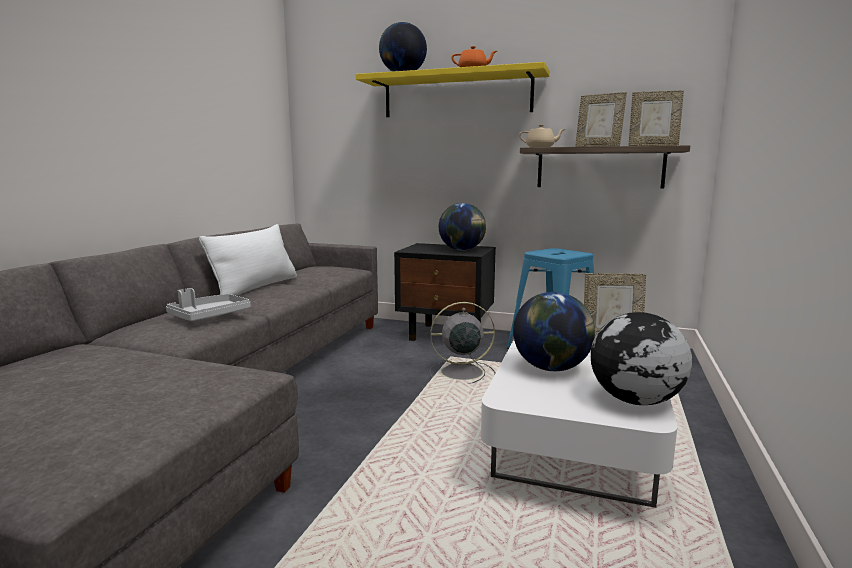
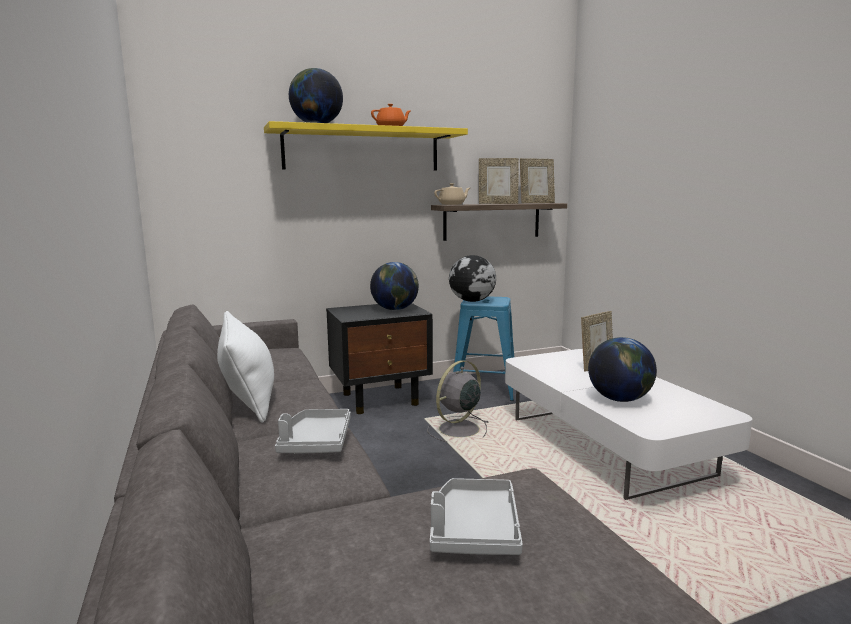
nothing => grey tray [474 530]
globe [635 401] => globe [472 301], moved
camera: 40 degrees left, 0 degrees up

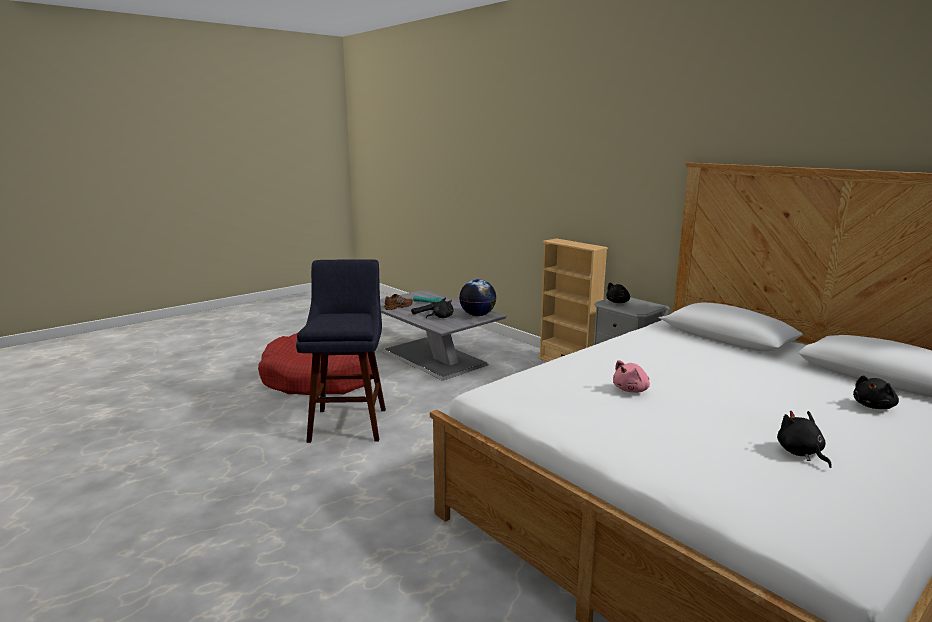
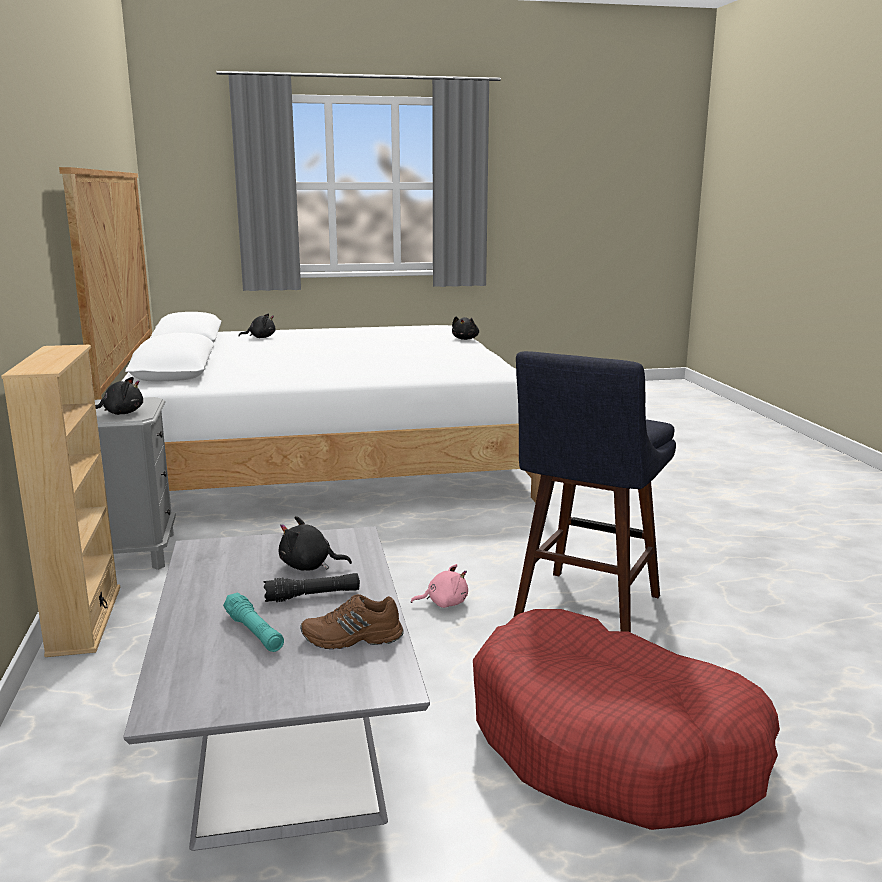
globe [477 315] => nothing
pink plush toy [631 390] => pink plush toy [444 603], moved
black plush toy [800 453] => black plush toy [465 339], moved
camera: 150 degrees left, 0 degrees up

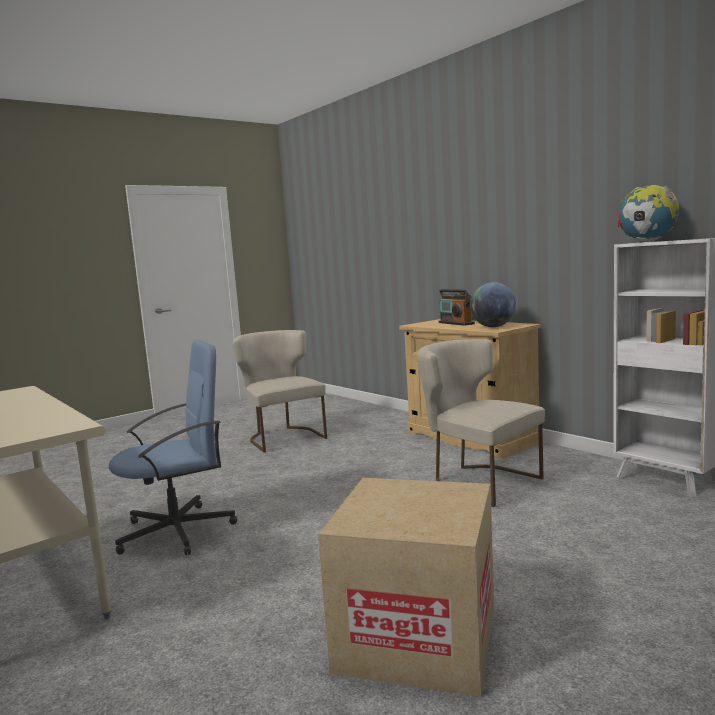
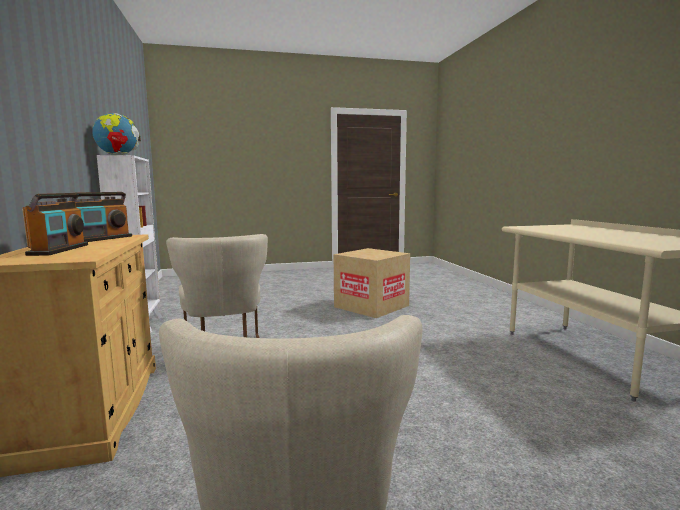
blue office chair [178 531] => nothing
globe [493 327] => radio [102 239]
camera: 155 degrees left, 0 degrees up

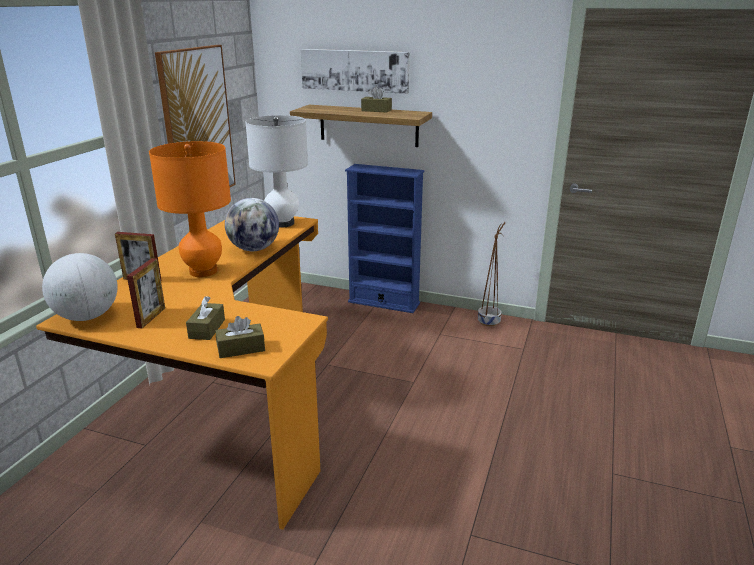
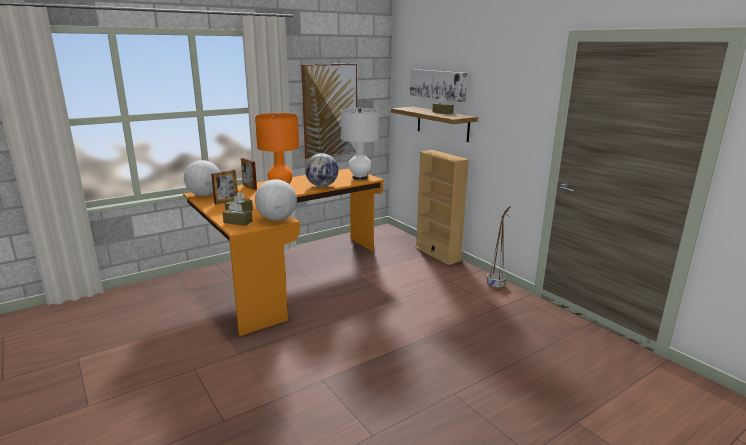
nothing => globe [277 219]
blue bookcase [384 302] => beige bookcase [437 254]
camera: 35 degrees right, 5 degrees down

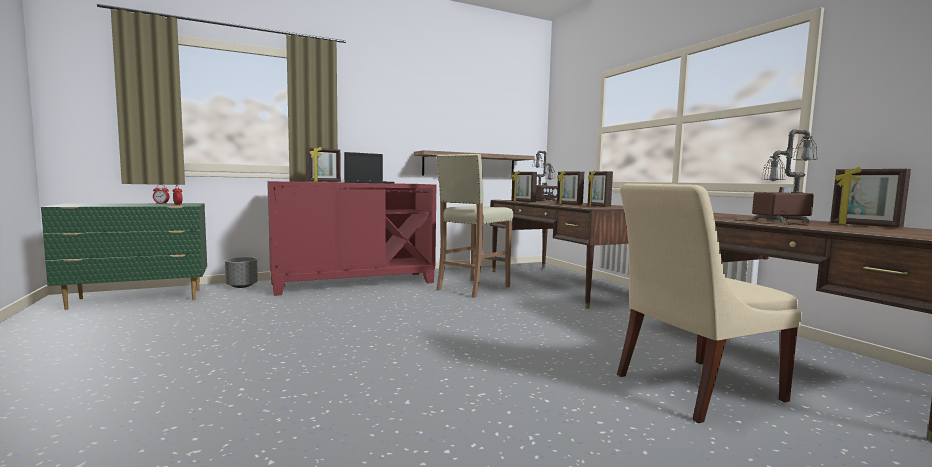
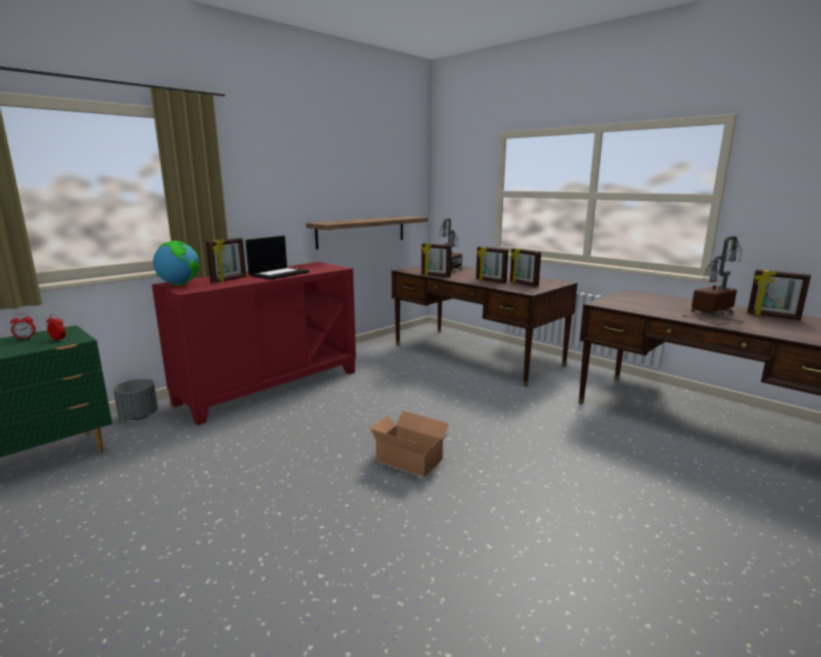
beige stool [472 288] => nothing
beige chair [691 388] => nothing
nothing => globe [179 284]
nothing => cardboard box [409 458]
camera: 20 degrees left, 10 degrees up

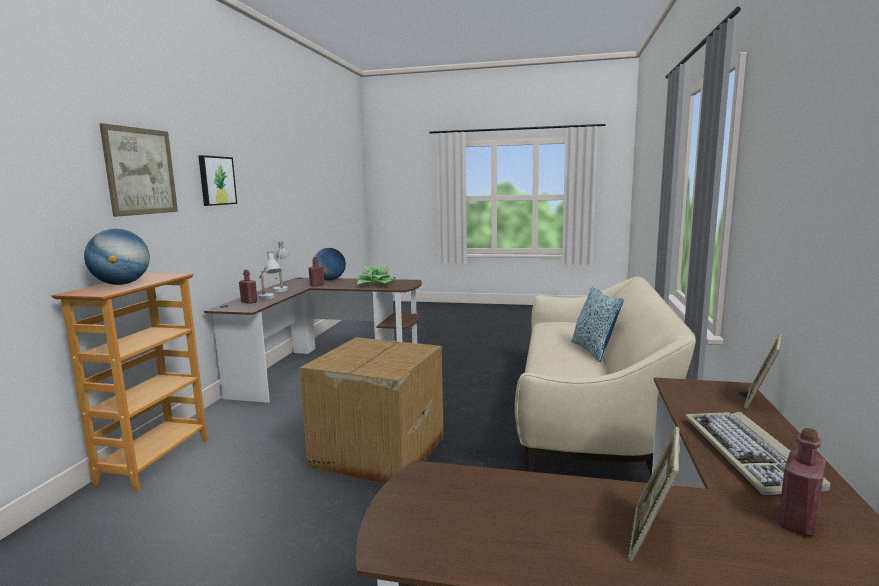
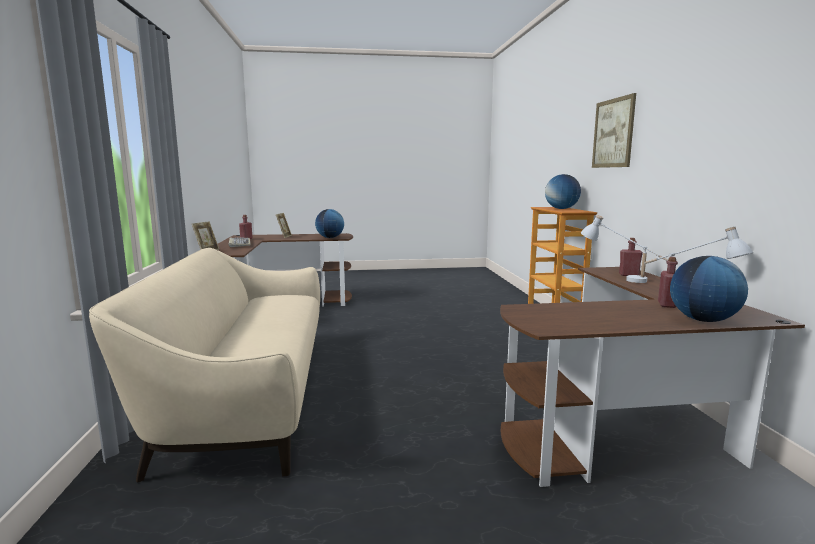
picture [216 180] => nothing
cardboard box [376 451] => nothing
potted plant [376 284] => nothing
pillow [593 351] => nothing
nothing => globe [330 237]
camera: 160 degrees right, 0 degrees up

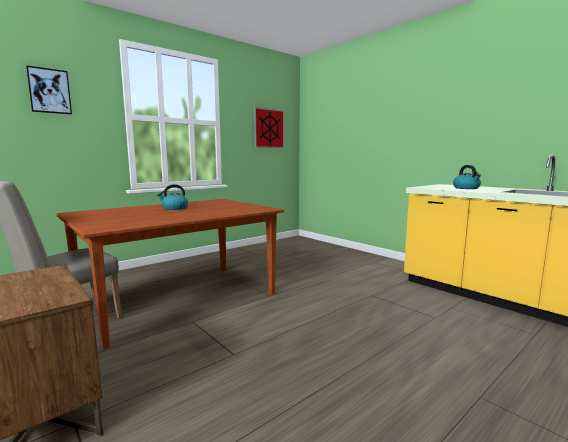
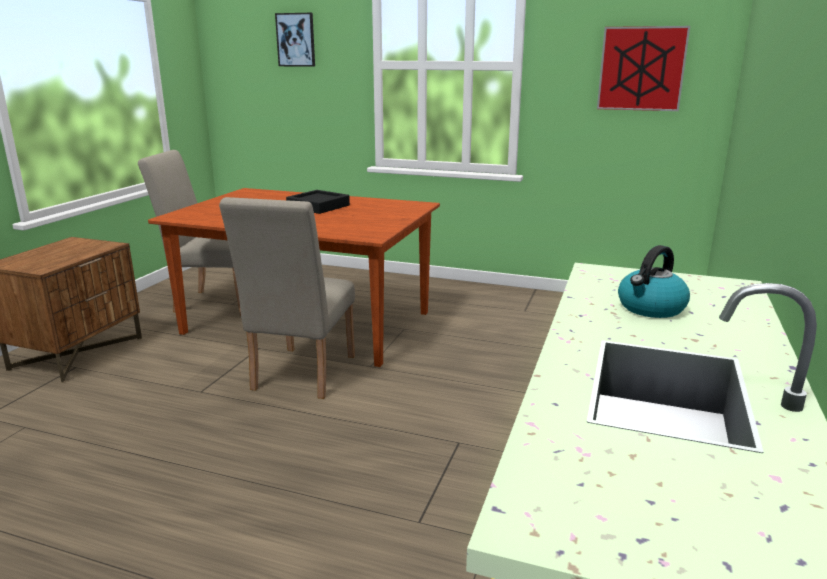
nothing => beige chair [300 376]
kettle [174 208] => black tray [318 206]
camera: 60 degrees right, 10 degrees up

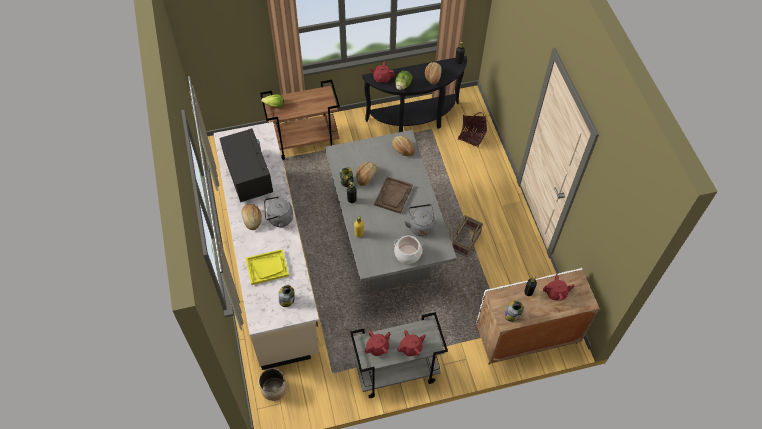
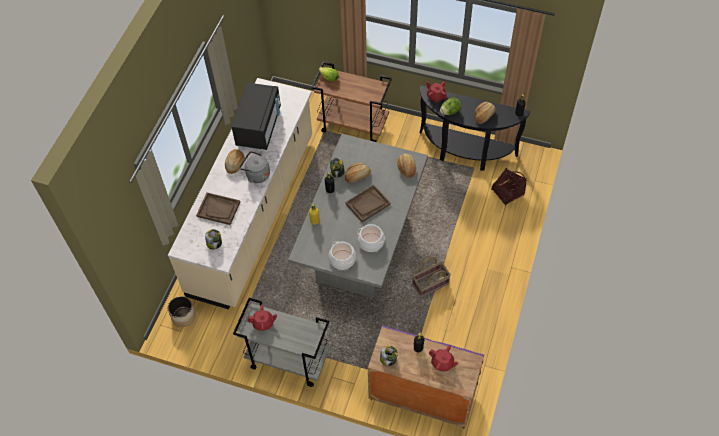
red teapot [411 348] => nothing
grey kettle [420 226] => cooking pot [371 242]
yellow tray [267 267] => brown tray [218 209]
white cabinet [526 337] => purple cabinet [421 396]
camera: 35 degrees right, 0 degrees up

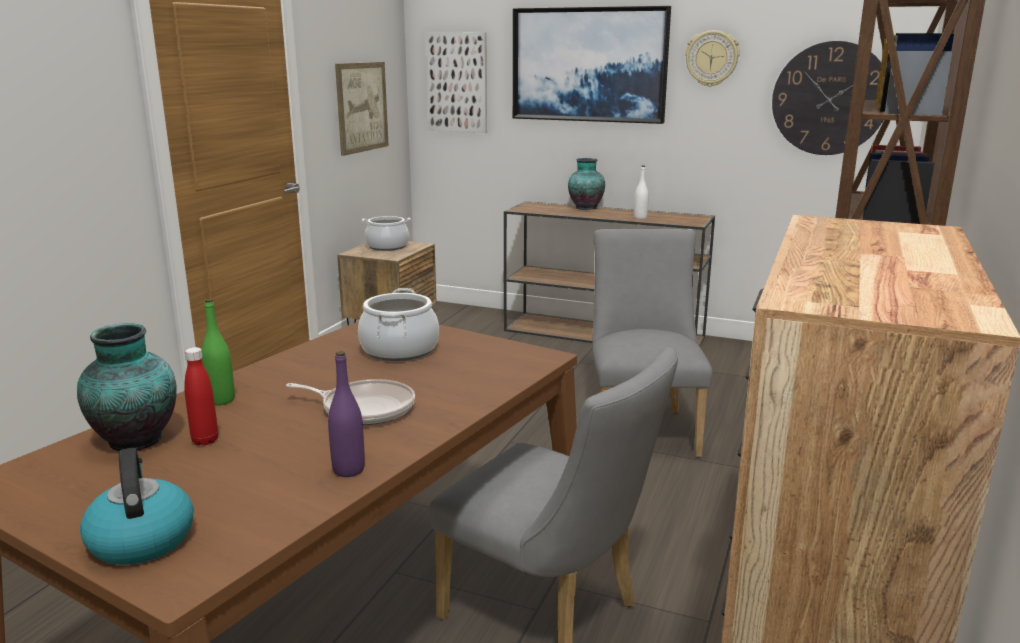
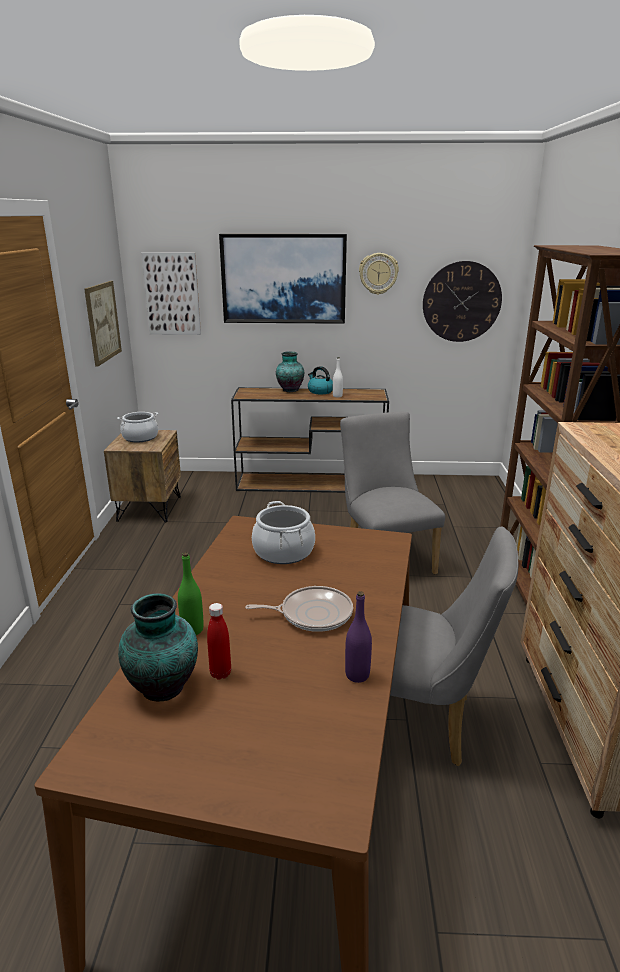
kettle [141 539] => kettle [320 391], moved
camera: 20 degrees left, 5 degrees up

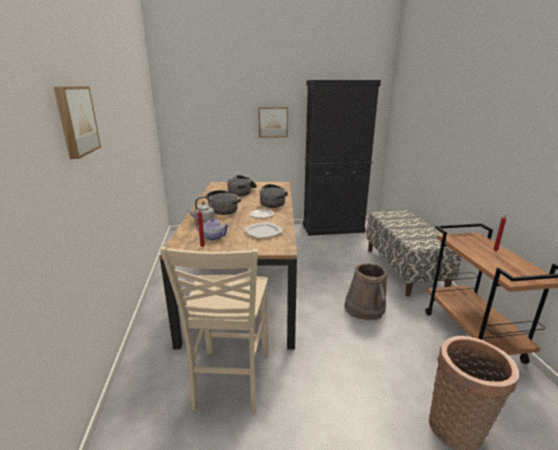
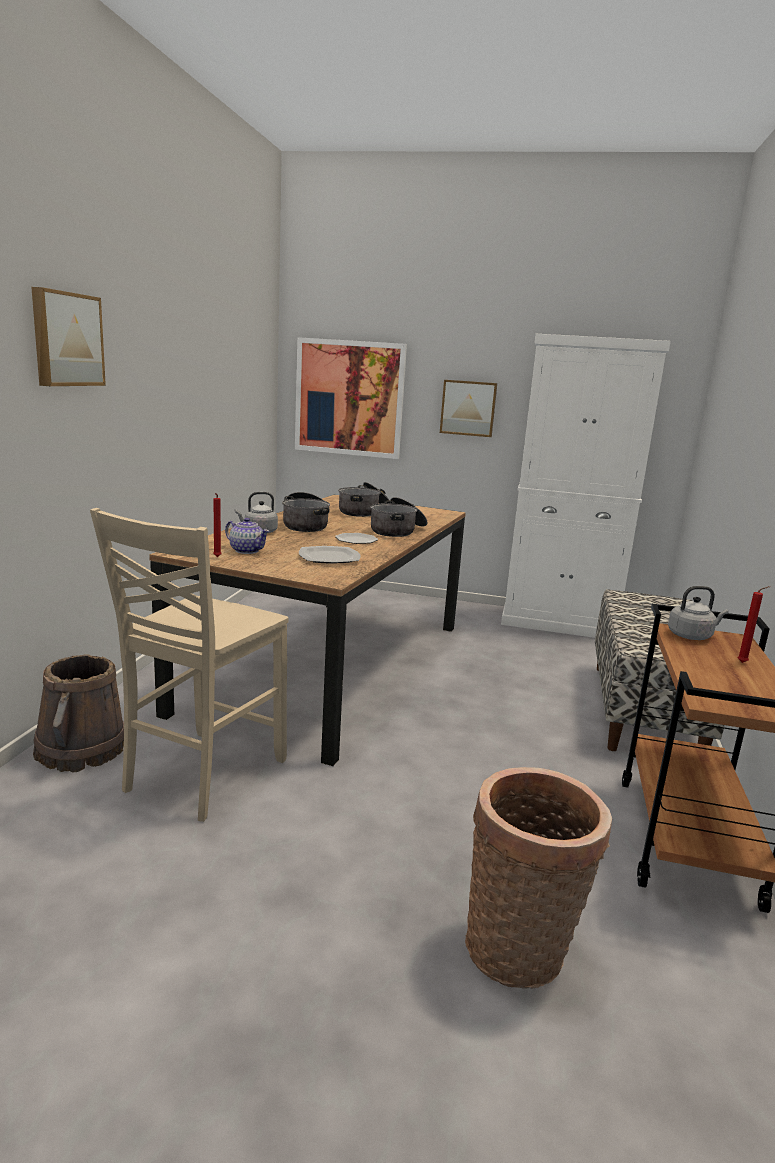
nothing => picture [349 398]
nothing => grey kettle [691 636]
brown bucket [364 308] => brown bucket [81 750], moved
black cabinet [333 228] => white cabinet [558 623]
camera: 20 degrees right, 5 degrees down

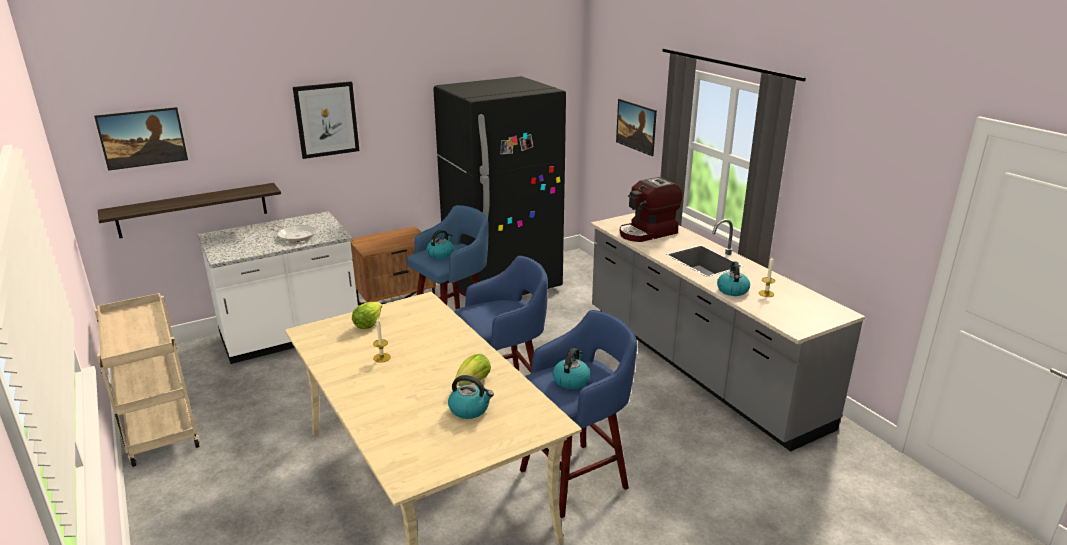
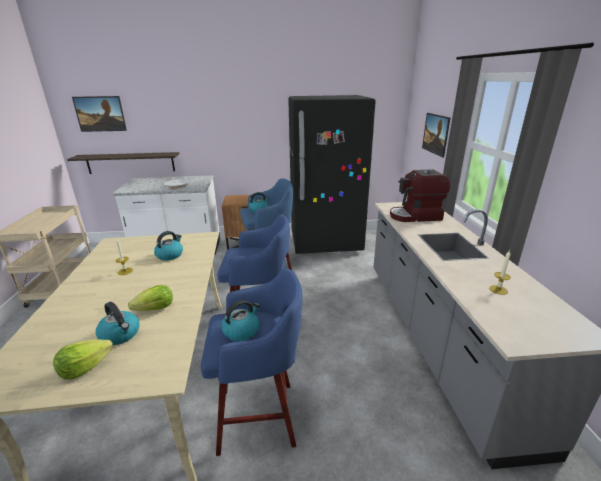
picture [326 119] => nothing
lettuce [368 324] => lettuce [85 368], moved
kettle [732 290] => kettle [170 255], moved
camera: 25 degrees right, 0 degrees up

